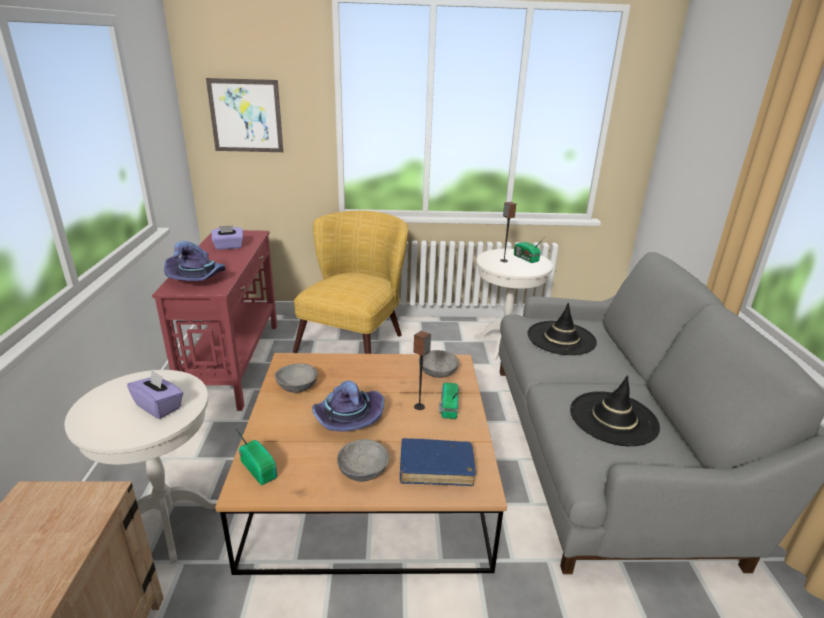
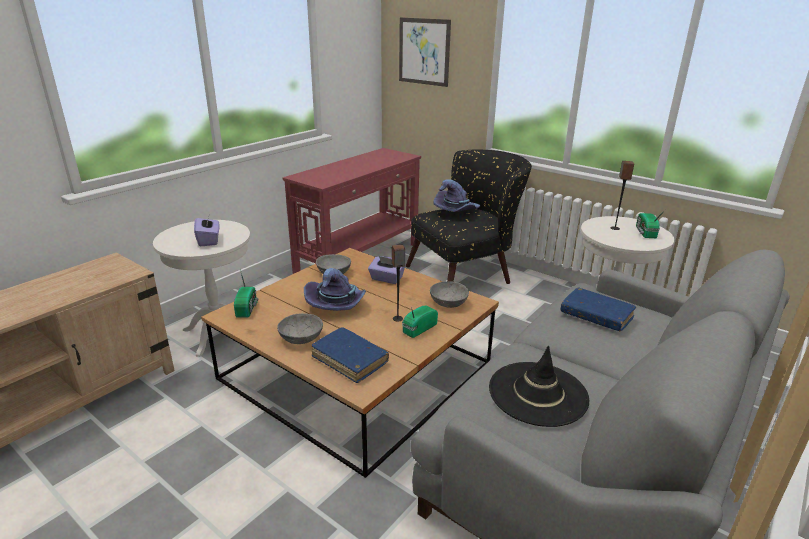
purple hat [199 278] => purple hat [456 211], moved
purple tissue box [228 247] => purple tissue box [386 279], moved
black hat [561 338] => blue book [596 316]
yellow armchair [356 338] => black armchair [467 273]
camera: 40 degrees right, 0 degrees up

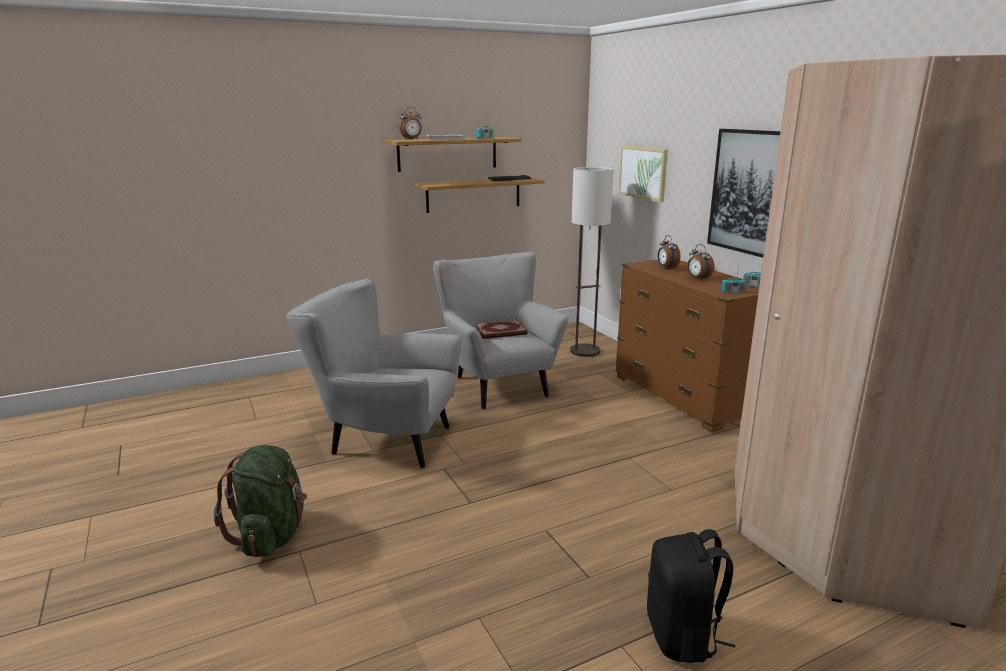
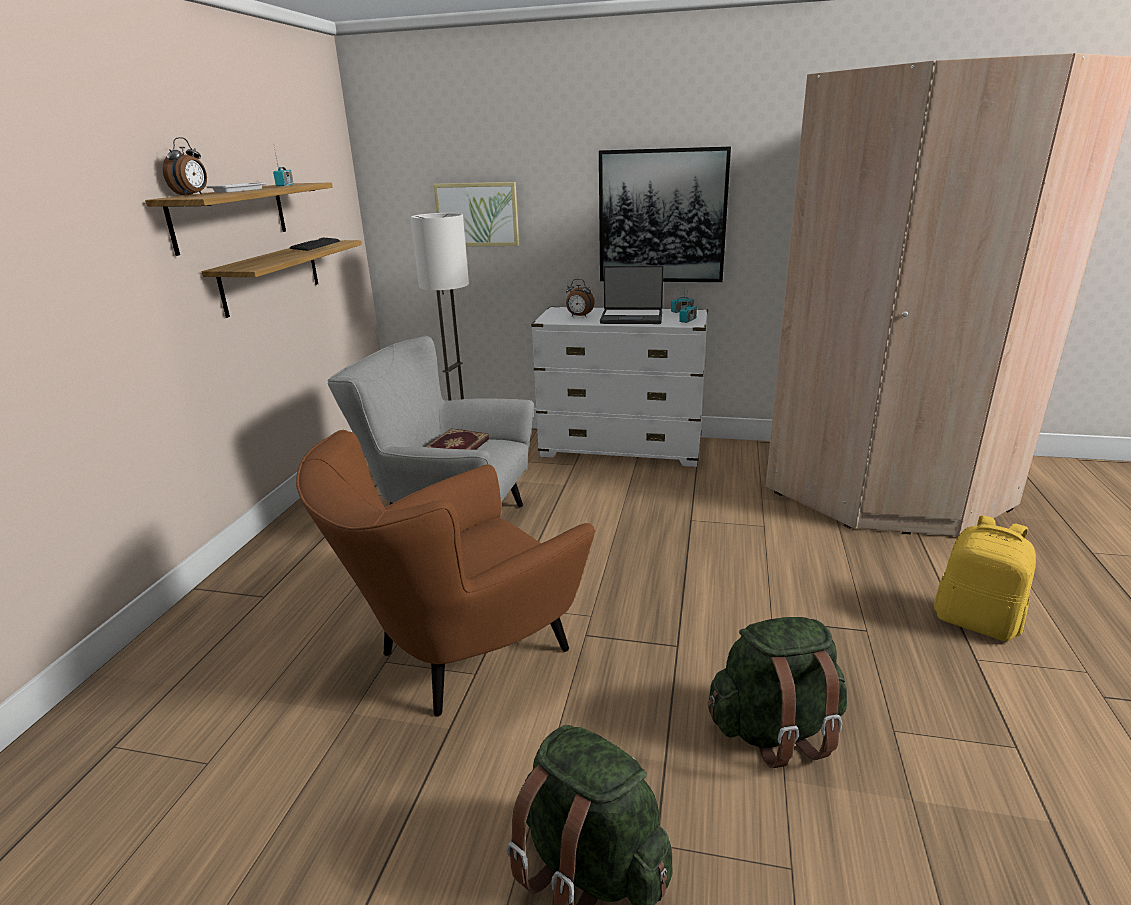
nothing => green backpack [774 730]
alarm clock [698 279] => laptop [631 318]
grey armchair [382 441] => brown armchair [461 656]
brown dresser [684 397] => white dresser [621 449]
black backpack [683 636] => yellow backpack [976 621]
camera: 50 degrees left, 5 degrees up

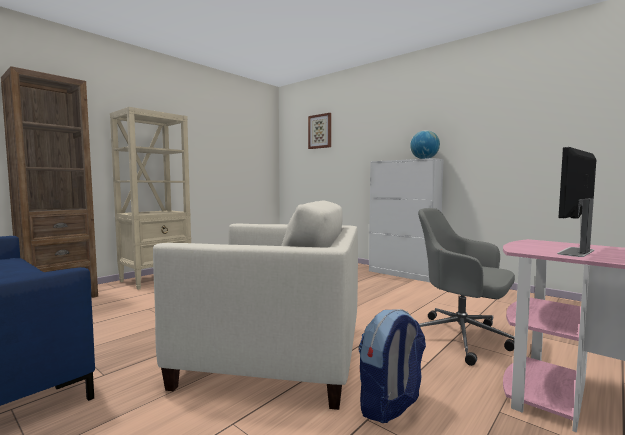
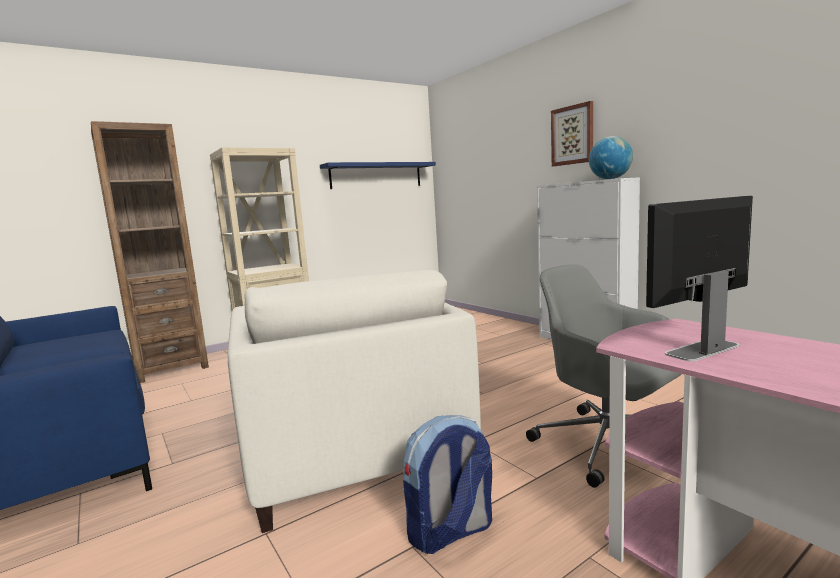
nothing => blue shelf [376 175]
picture [320 131] => picture [572 135], moved
beige armchair [273 354] => beige armchair [353 451], 45 degrees clockwise
camera: 15 degrees right, 5 degrees up

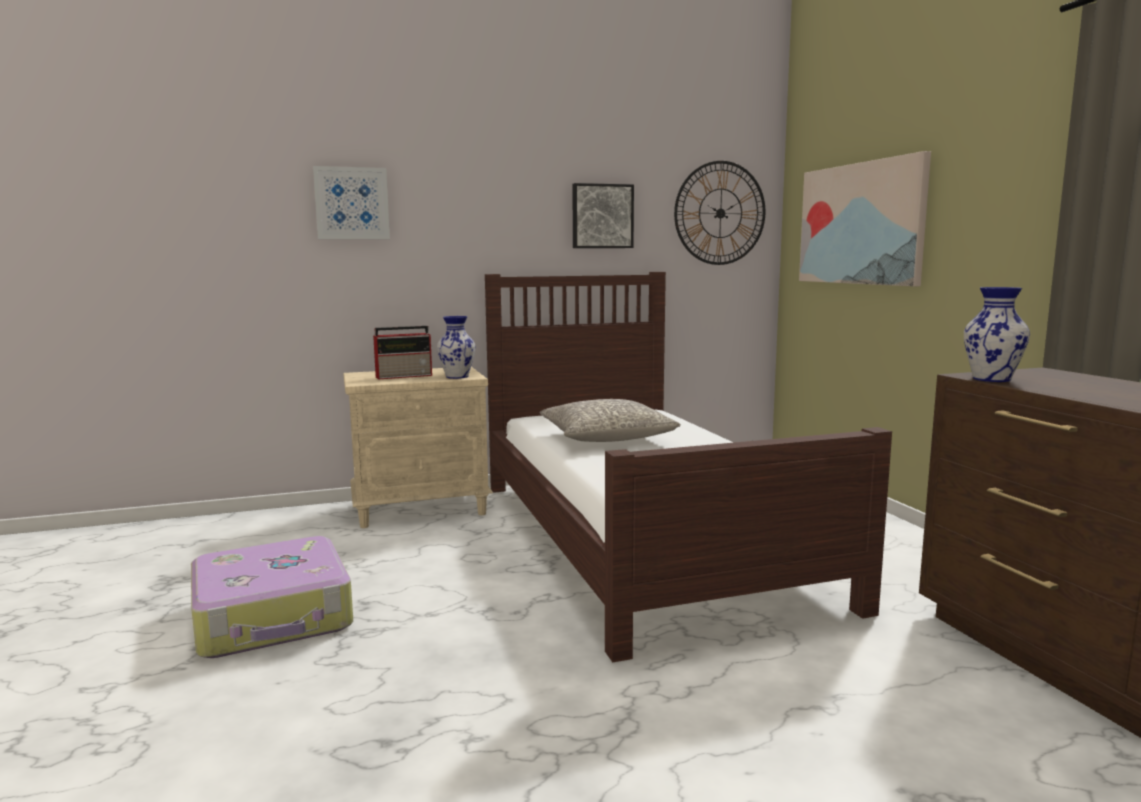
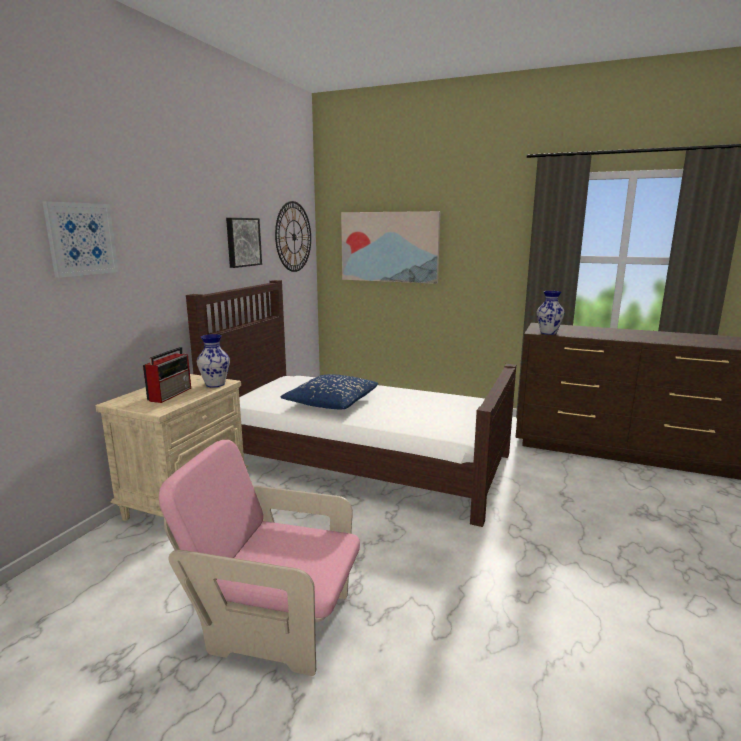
suitcase [274 617] => pink armchair [274 623]
grey pillow [607 437] => blue pillow [331 402]
camera: 50 degrees left, 5 degrees up

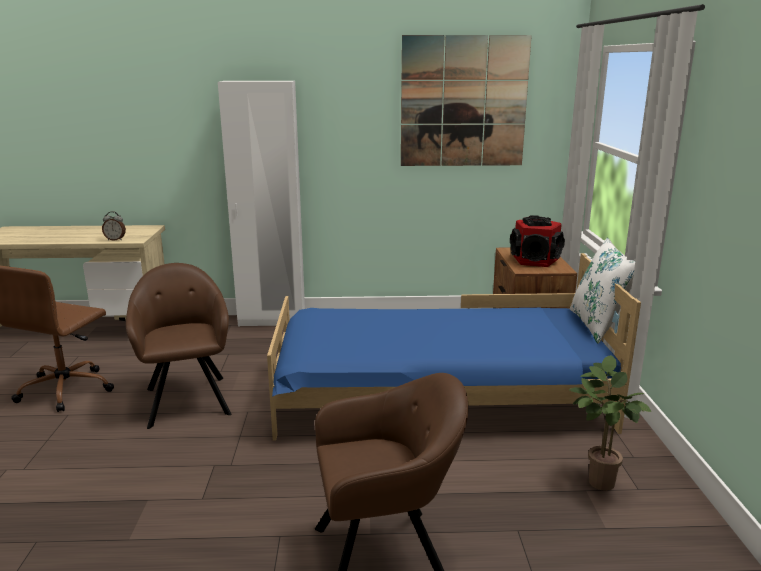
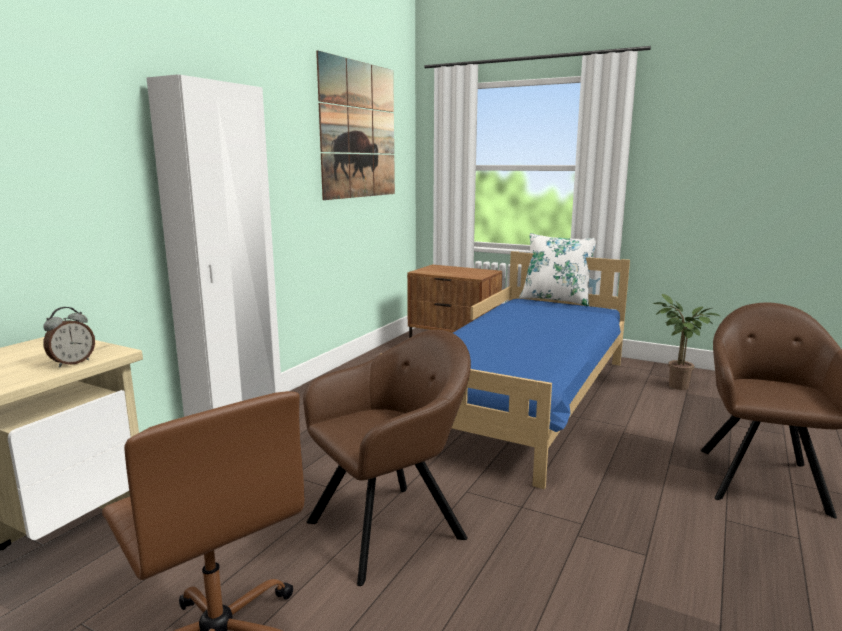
speaker [535 260] => nothing
brown armchair [187 398] => brown armchair [391 527], 135 degrees clockwise
camera: 60 degrees left, 5 degrees down

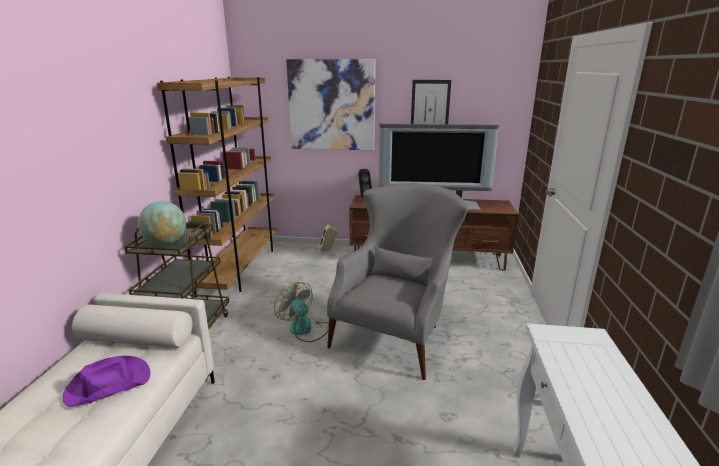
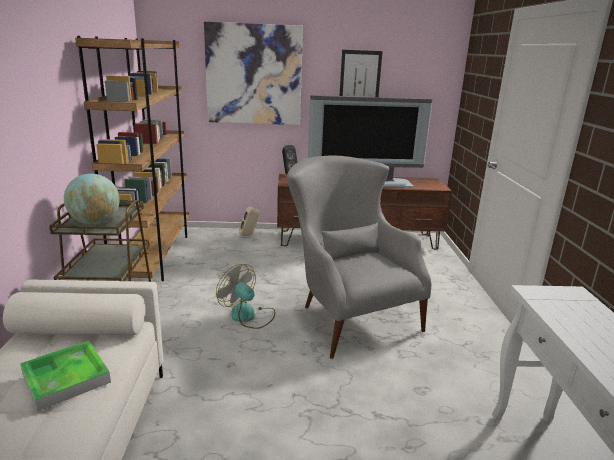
purple hat [107 384] => tray [66 378]
grey armchair [397 331] => grey armchair [347 312], 45 degrees counterclockwise
camera: 10 degrees left, 0 degrees up

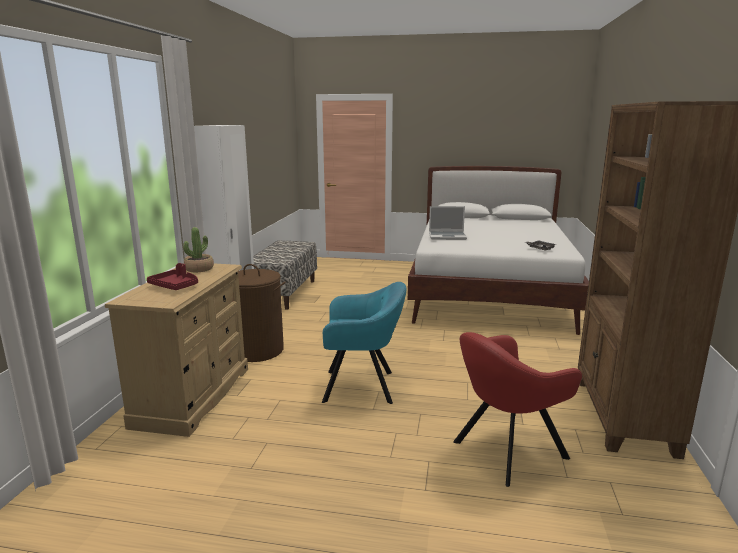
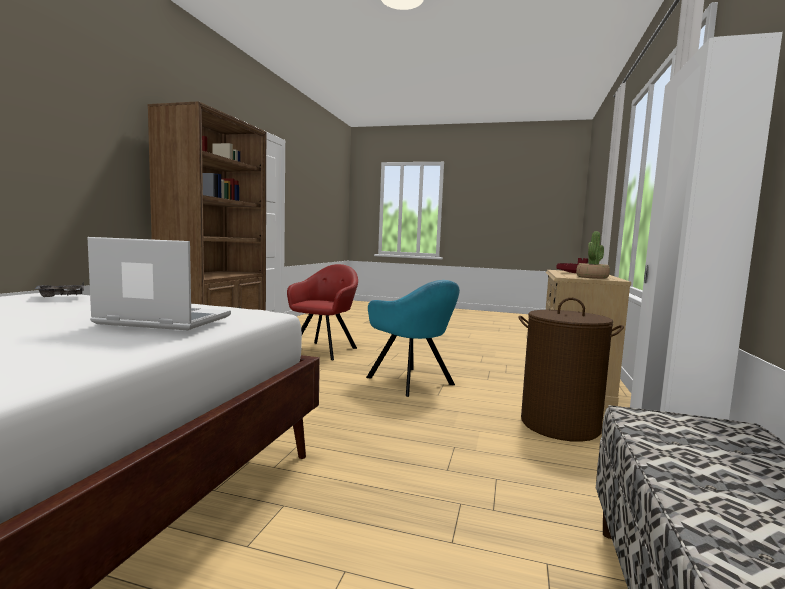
turquoise armchair [362 386] => turquoise armchair [412 382], 135 degrees counterclockwise
red armchair [506 451] => red armchair [325 350], 45 degrees counterclockwise
camera: 175 degrees left, 10 degrees down

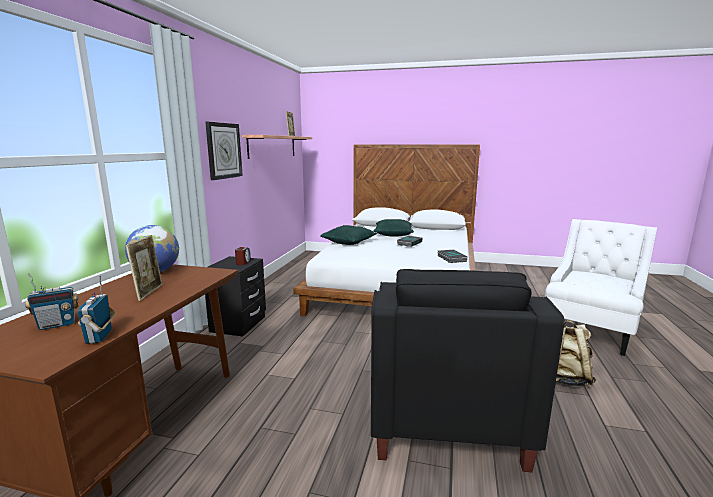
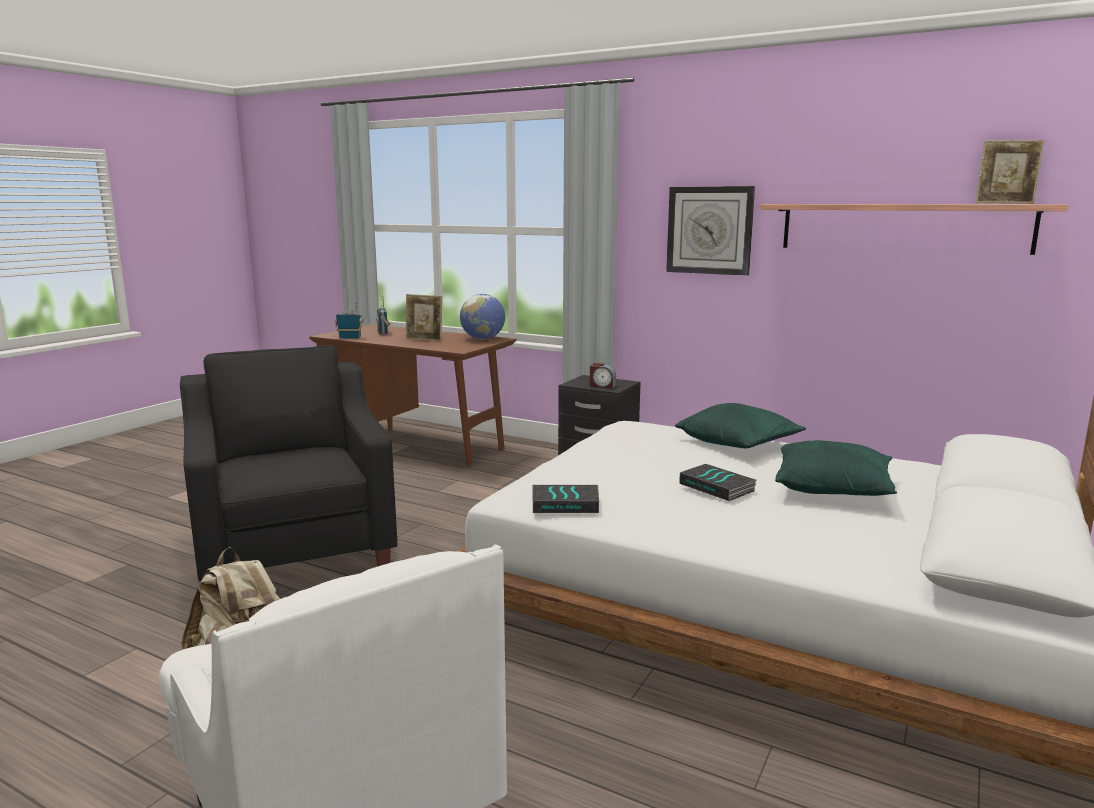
black armchair [443 411] => black armchair [294 552], 45 degrees clockwise
camera: 105 degrees right, 0 degrees up

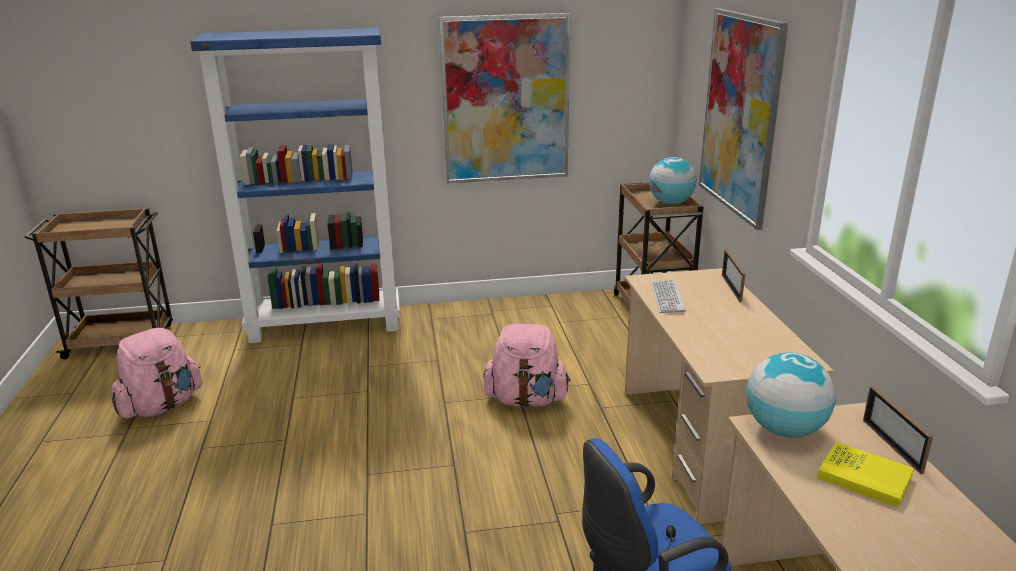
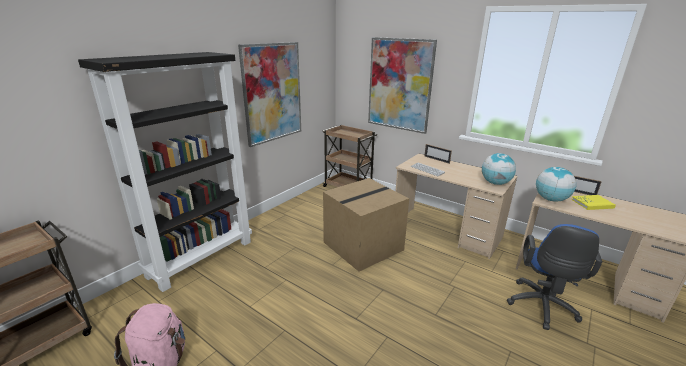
globe [671 203] => globe [495 183], moved
pink backpack [526 400] => cardboard box [363 245]
blue bookcase [327 325] => black bookcase [202 257]
camera: 45 degrees left, 0 degrees up

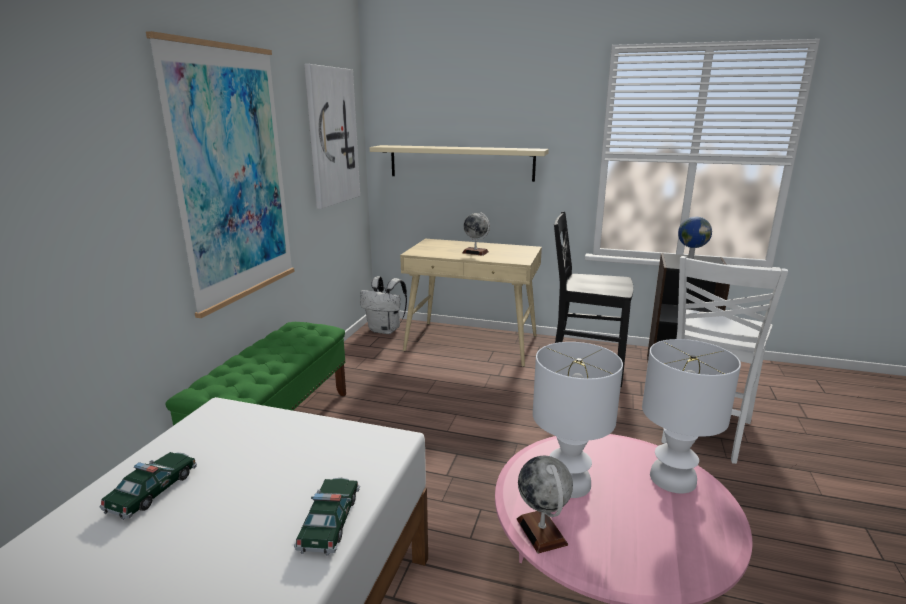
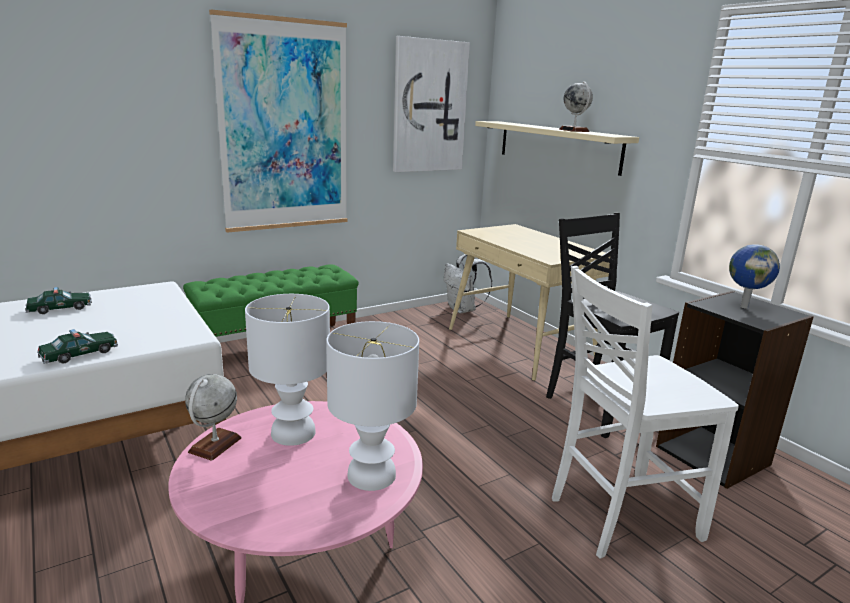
globe [475 252] => globe [574 130], moved
camera: 40 degrees right, 0 degrees up

